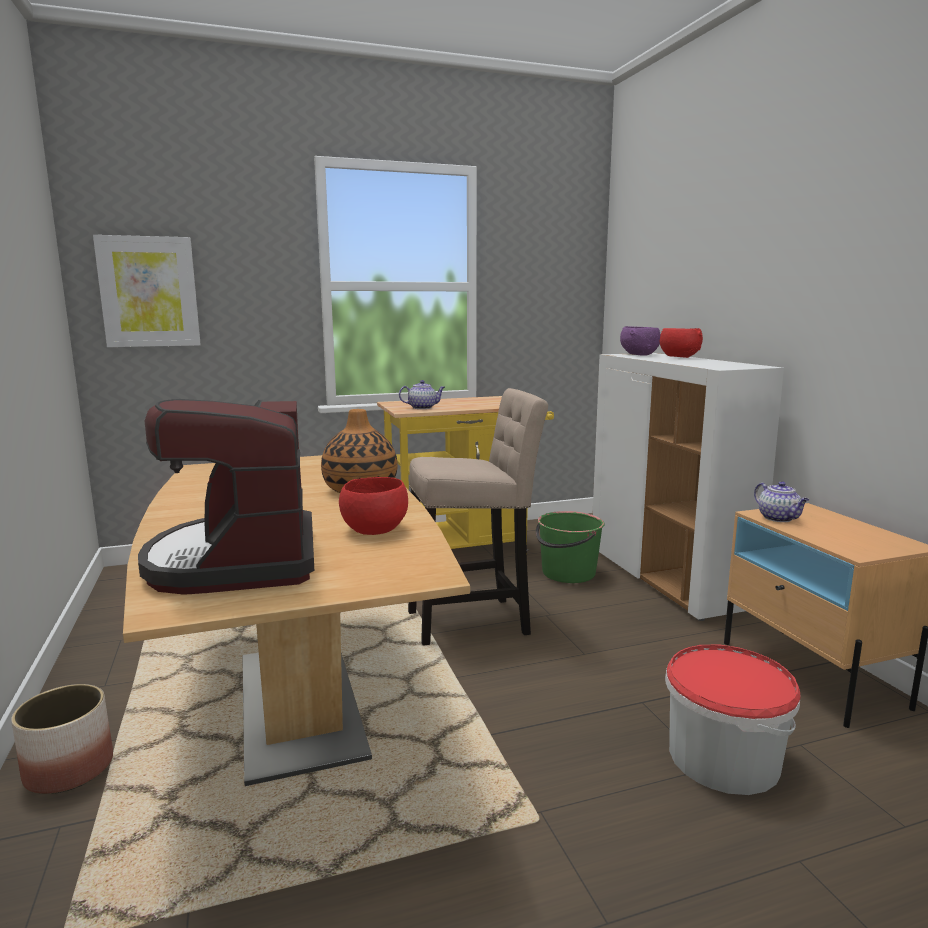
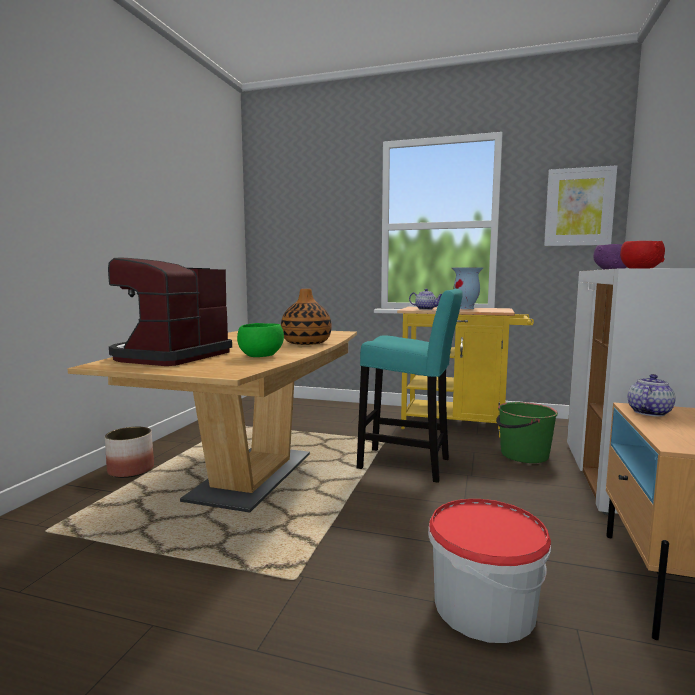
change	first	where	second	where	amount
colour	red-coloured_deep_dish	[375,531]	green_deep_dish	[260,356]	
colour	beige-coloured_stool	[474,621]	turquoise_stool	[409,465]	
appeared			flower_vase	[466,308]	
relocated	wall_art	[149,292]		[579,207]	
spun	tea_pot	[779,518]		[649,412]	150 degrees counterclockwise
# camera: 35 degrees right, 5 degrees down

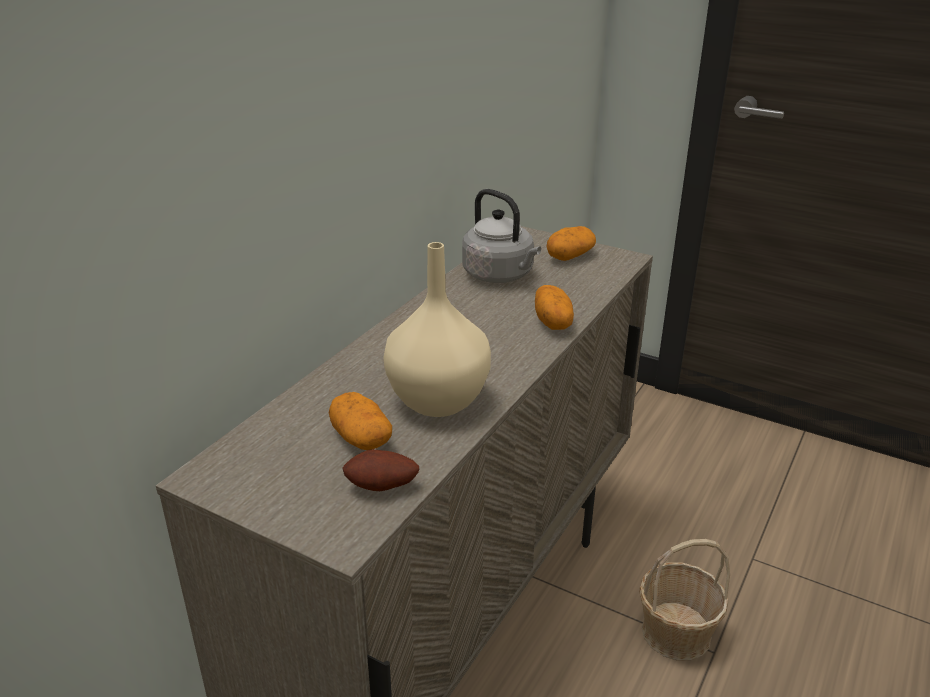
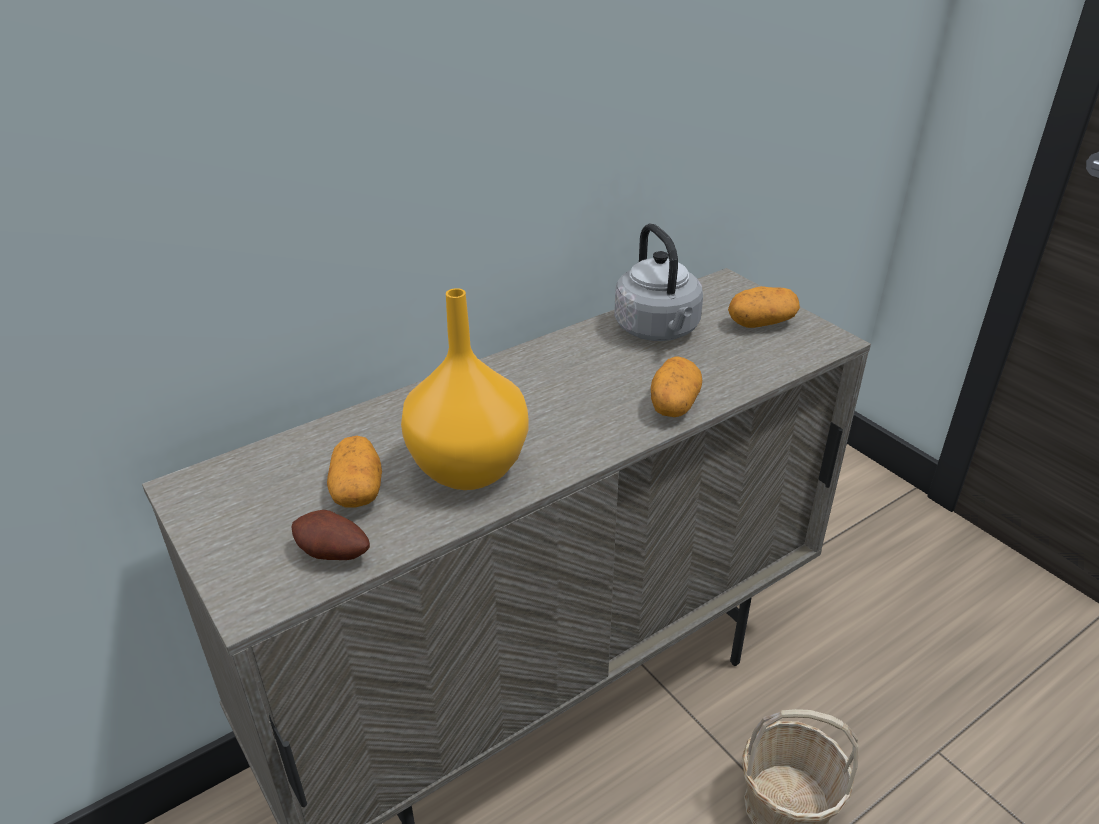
change	first	where	second	where	amount
colour	beige-coloured_flower_vase	[439,402]	orange-coloured_flower_vase	[469,470]	
# camera: 25 degrees right, 5 degrees up

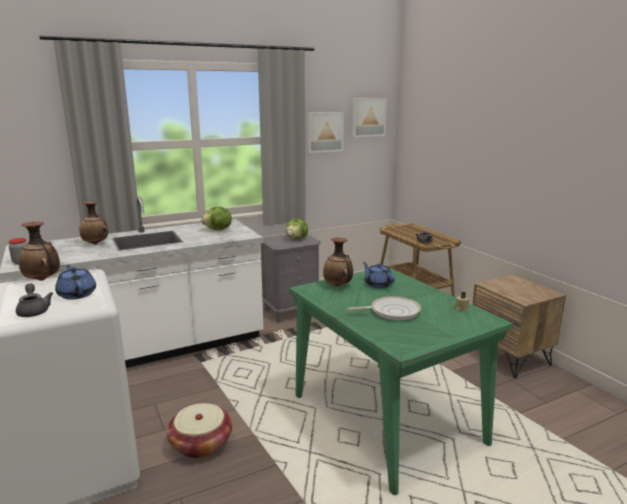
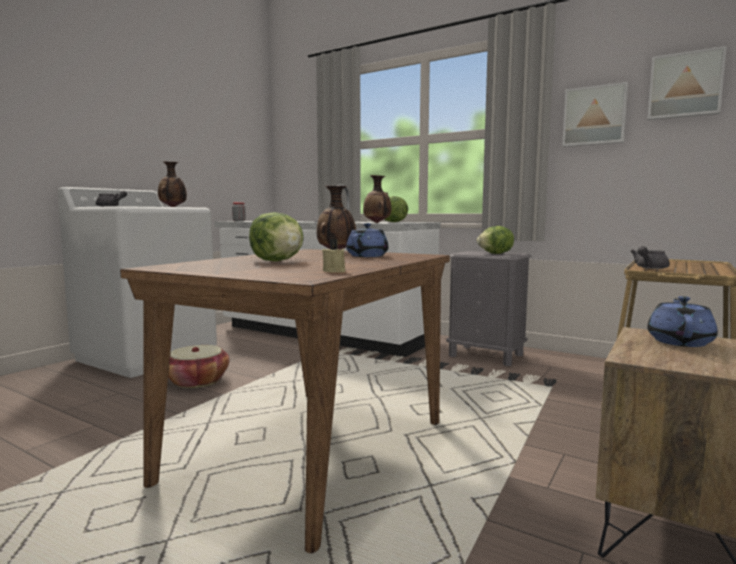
change	first	where	second	where	amount
colour	green_dinner_table	[384,417]	brownish_dinner_table	[312,449]	
exchanged	pan	[392,312]	head_of_lettuce	[278,261]	
relocated	flower_vase	[96,244]		[377,223]	
relocated	blue_tea_pot	[77,294]		[680,342]	
# camera: 60 degrees right, 10 degrees down

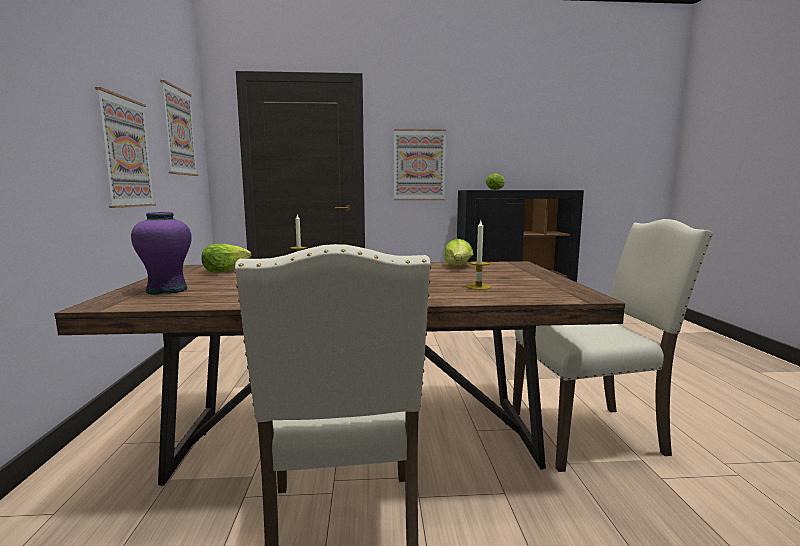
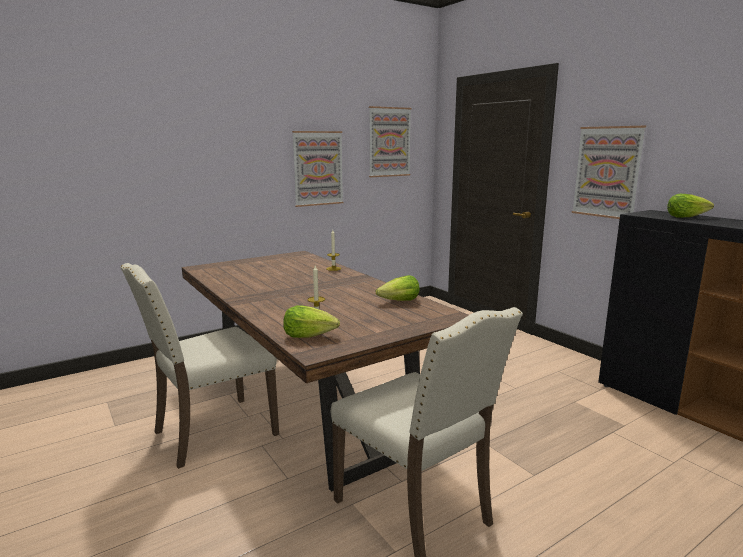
change	first	where	second	where	amount
relocated	head_of_lettuce	[225,270]		[309,335]	
missing	purple_flower_vase	[167,290]			
# camera: 60 degrees right, 5 degrees up

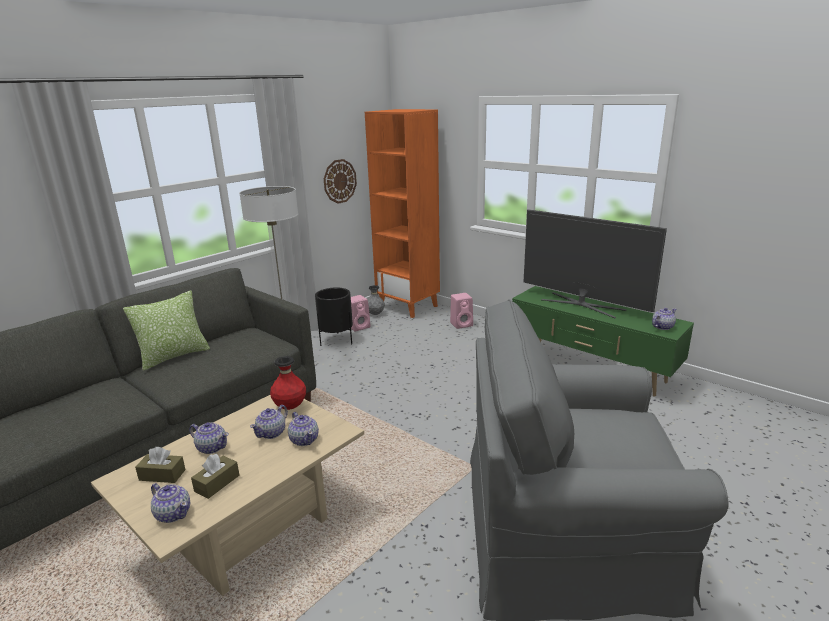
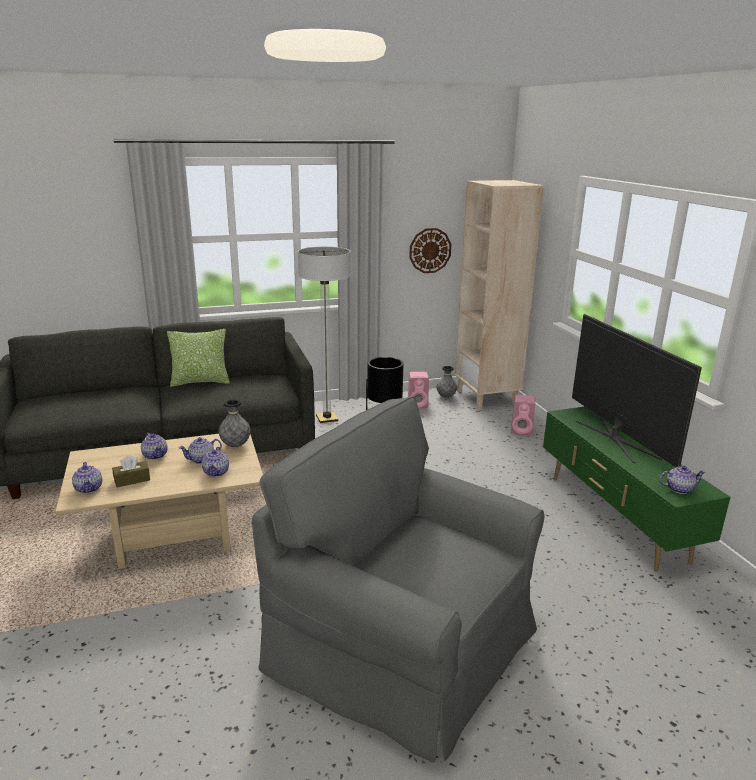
change	first	where	second	where	amount
colour	red-coloured_flower_vase	[290,407]	greyish_flower_vase	[235,445]	
colour	orange-coloured_bookcase	[408,306]	beige-coloured_bookcase	[487,398]	
missing	brownish_tissue_box	[162,475]			
# camera: 30 degrees right, 0 degrees up

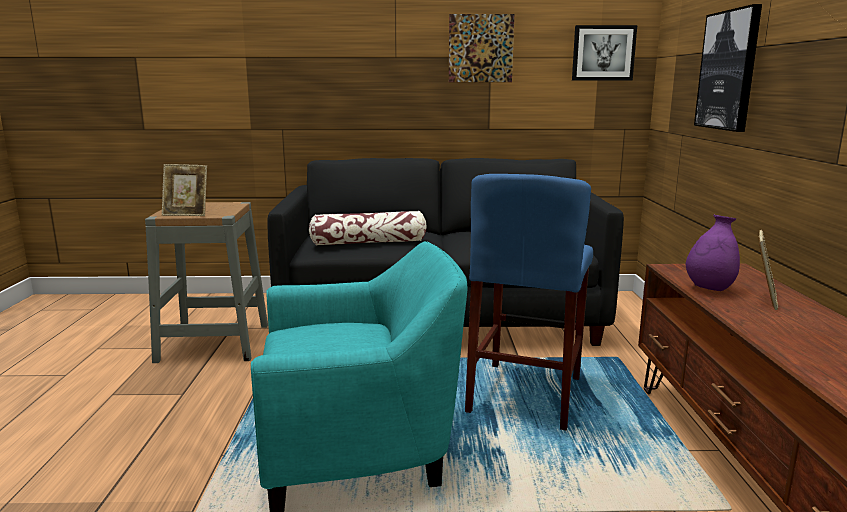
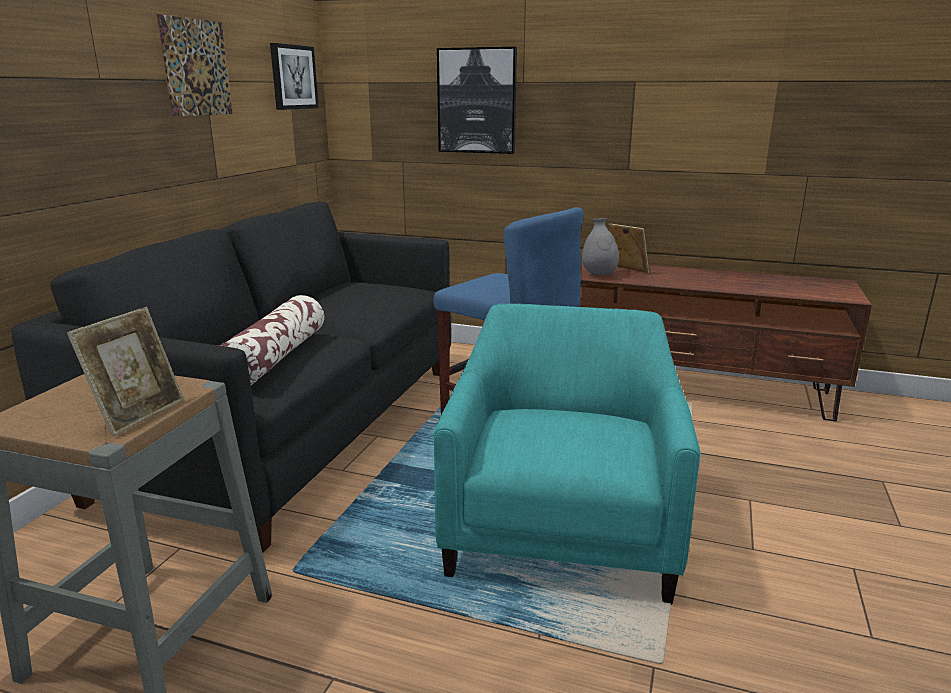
change	first	where	second	where	amount
colour	purple_flower_vase	[709,289]	greyish_flower_vase	[599,275]	
# camera: 70 degrees left, 5 degrees up

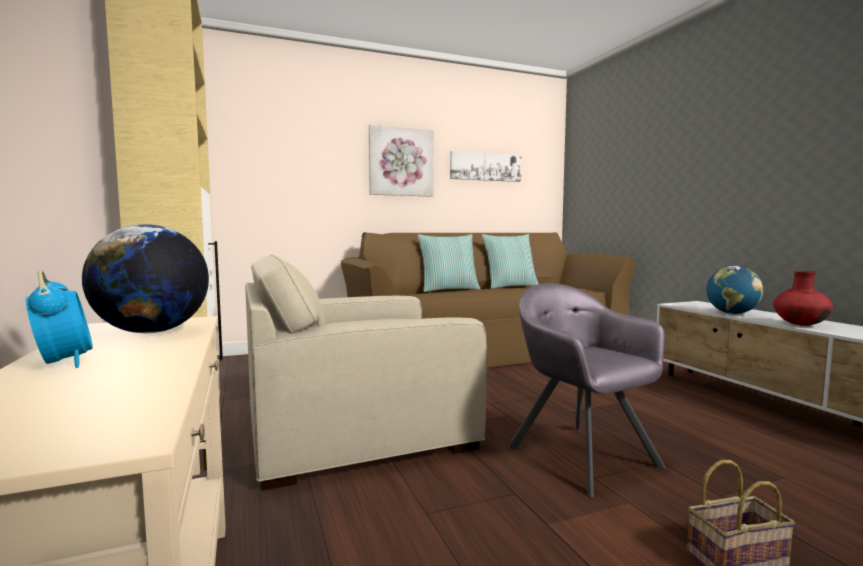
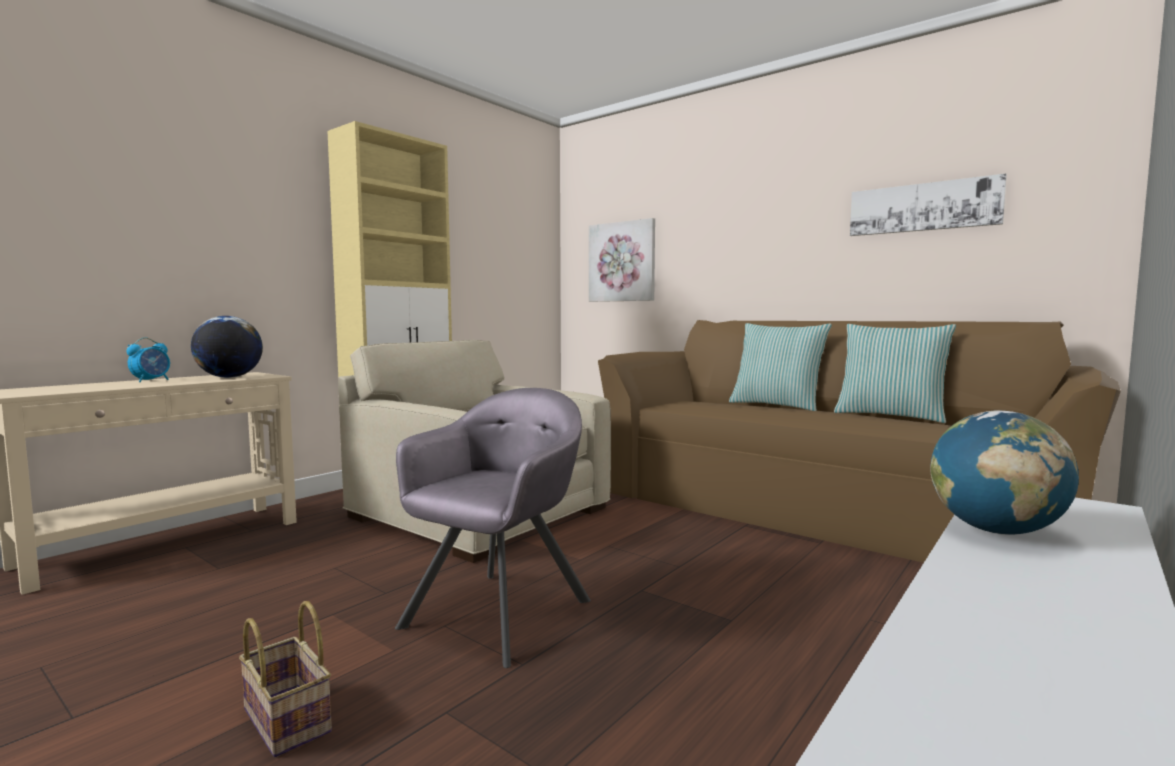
change	first	where	second	where	amount
relocated	wall_art	[401,162]		[622,262]	
missing	red-coloured_flower_vase	[800,325]			
# camera: 60 degrees right, 0 degrees up

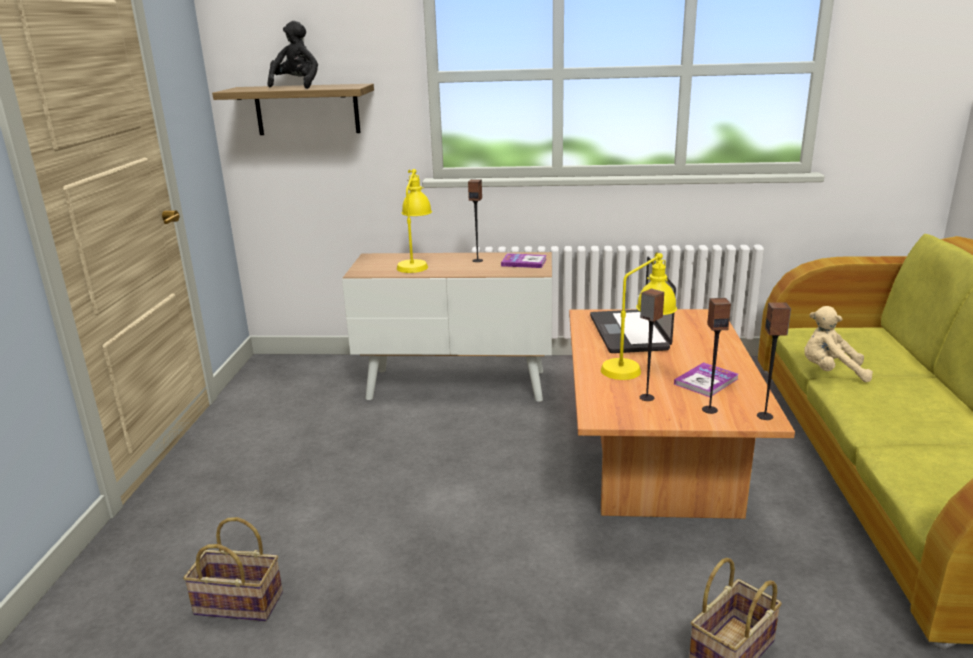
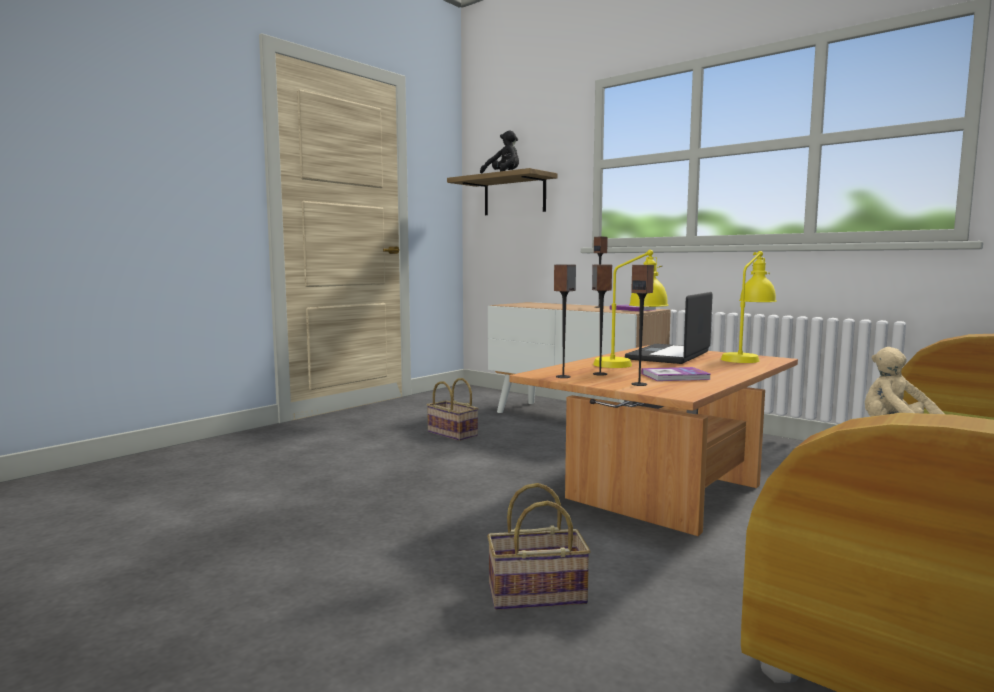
change	first	where	second	where	amount
relocated	basket	[236,604]		[450,434]	
relocated	audio_speaker	[765,416]		[563,377]	
relocated	yellow_lamp_for_a_table	[415,263]		[746,358]	
# camera: 35 degrees right, 15 degrees down

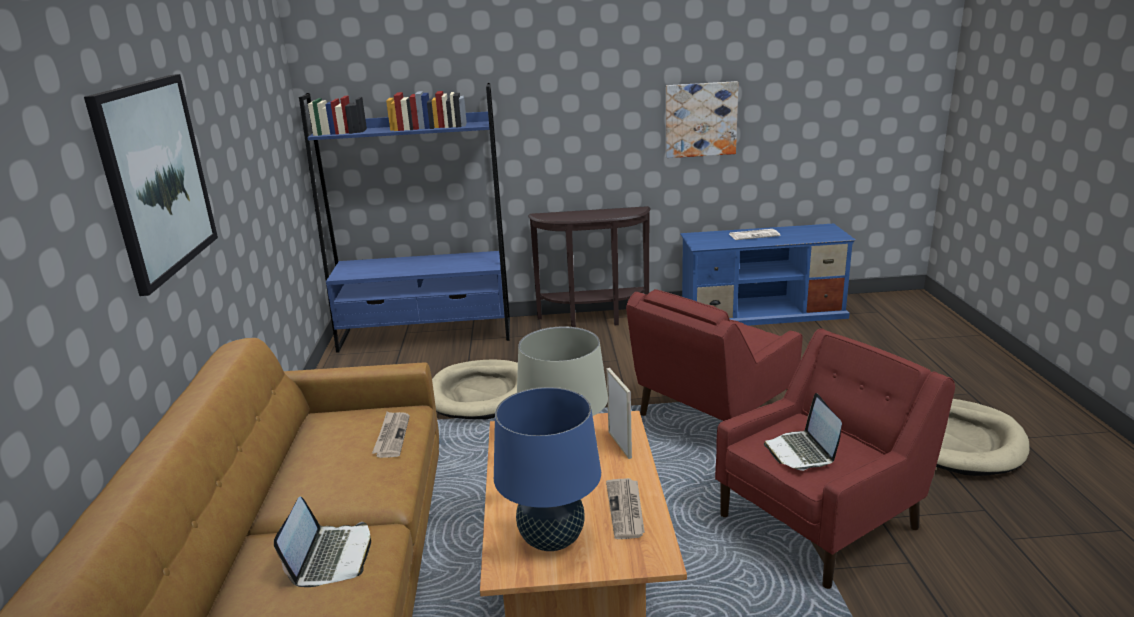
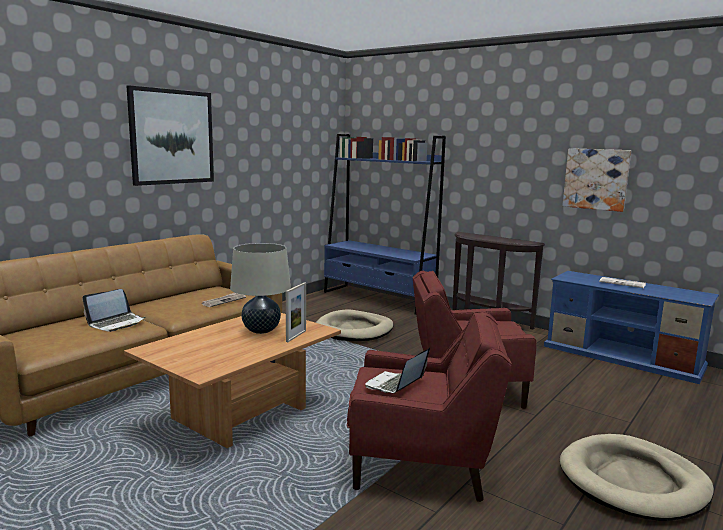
change	first	where	second	where	amount
missing	blue_lamp_for_a_table	[551,539]			
missing	daily_paper	[626,510]			
# camera: 40 degrees right, 10 degrees down

